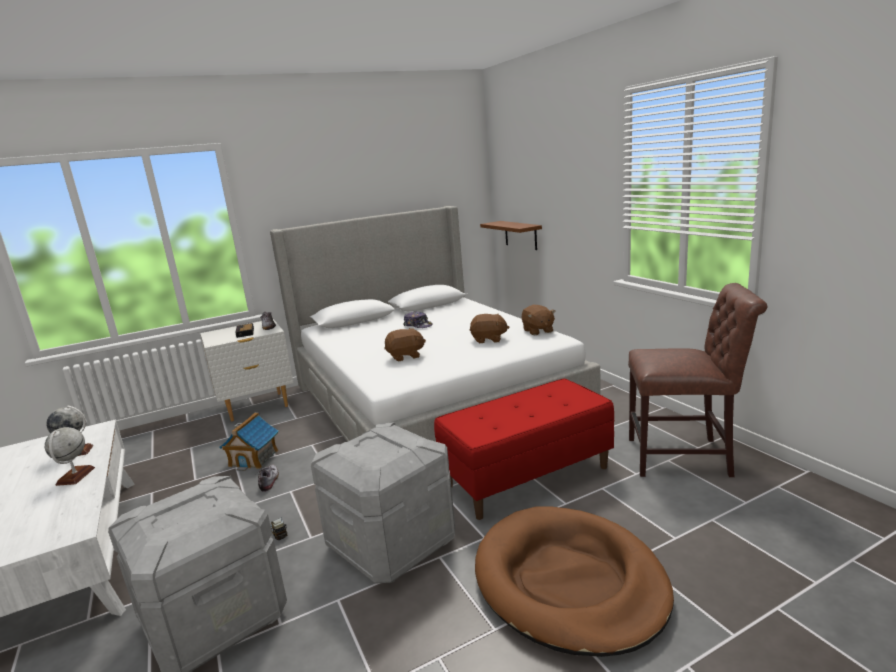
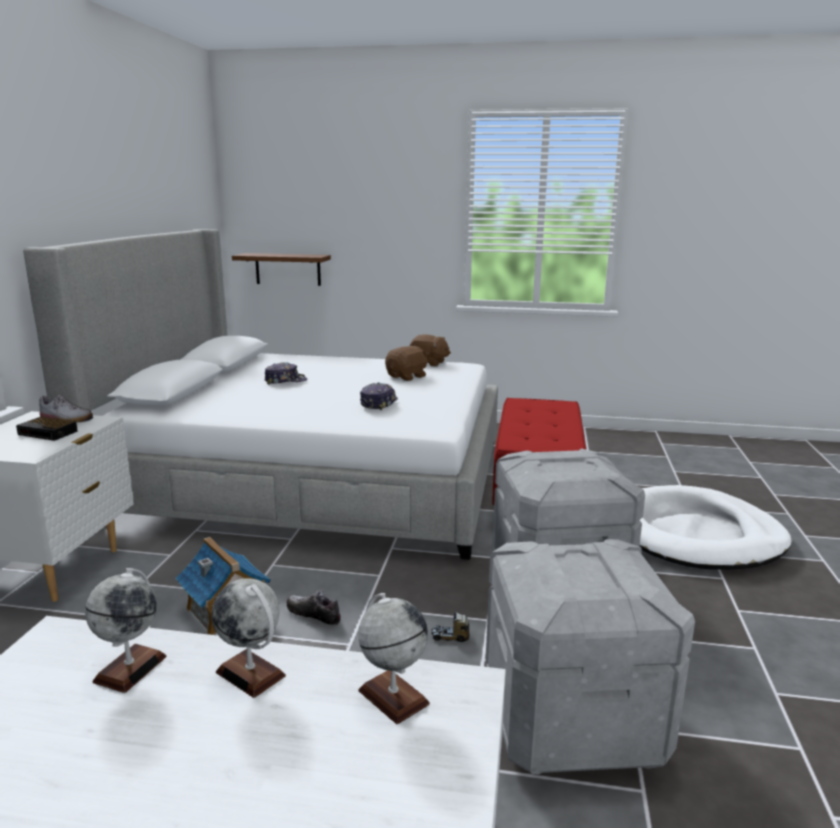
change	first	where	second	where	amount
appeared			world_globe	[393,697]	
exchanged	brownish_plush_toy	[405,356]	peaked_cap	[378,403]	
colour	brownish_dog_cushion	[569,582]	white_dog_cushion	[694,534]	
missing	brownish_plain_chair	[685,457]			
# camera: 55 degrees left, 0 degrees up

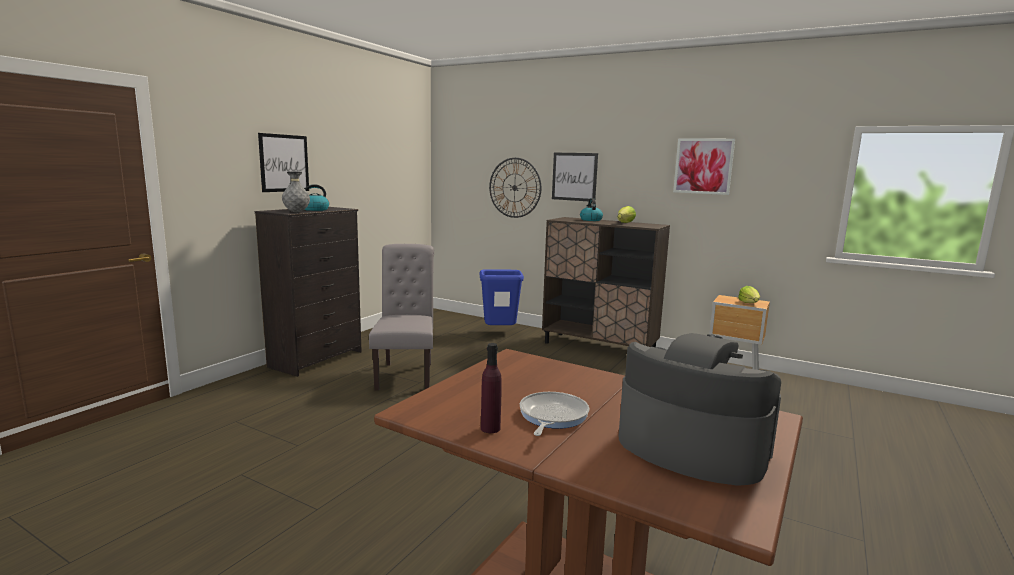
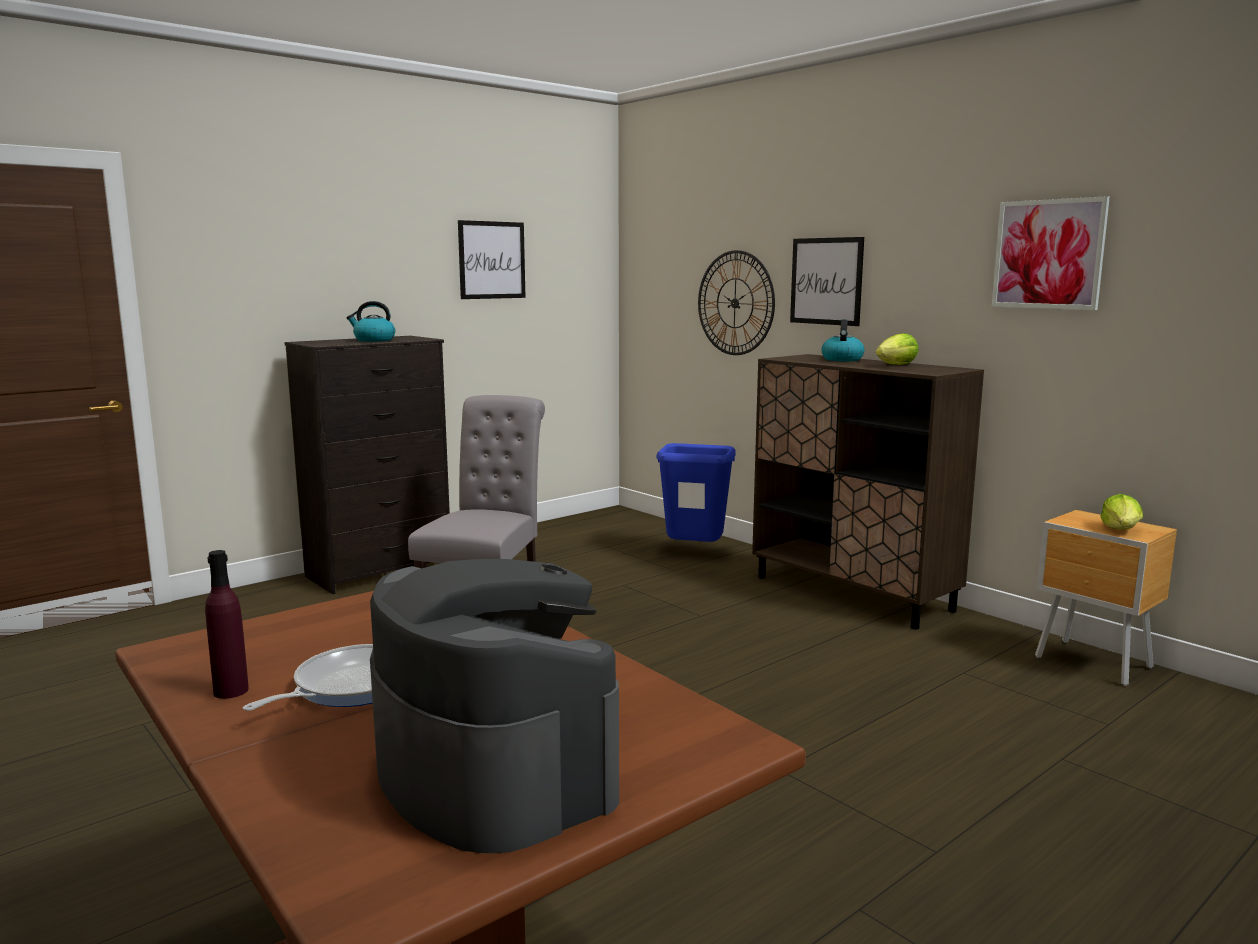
change	first	where	second	where	amount
relocated	wall_art	[284,163]		[492,260]	
missing	greyish_flower_vase	[296,212]			
# camera: 20 degrees right, 0 degrees up

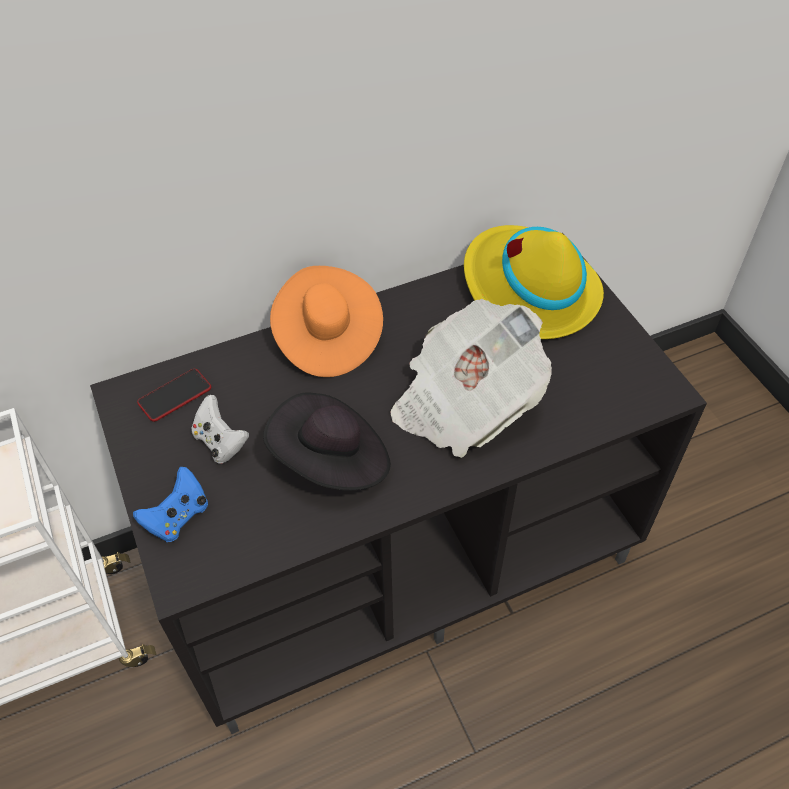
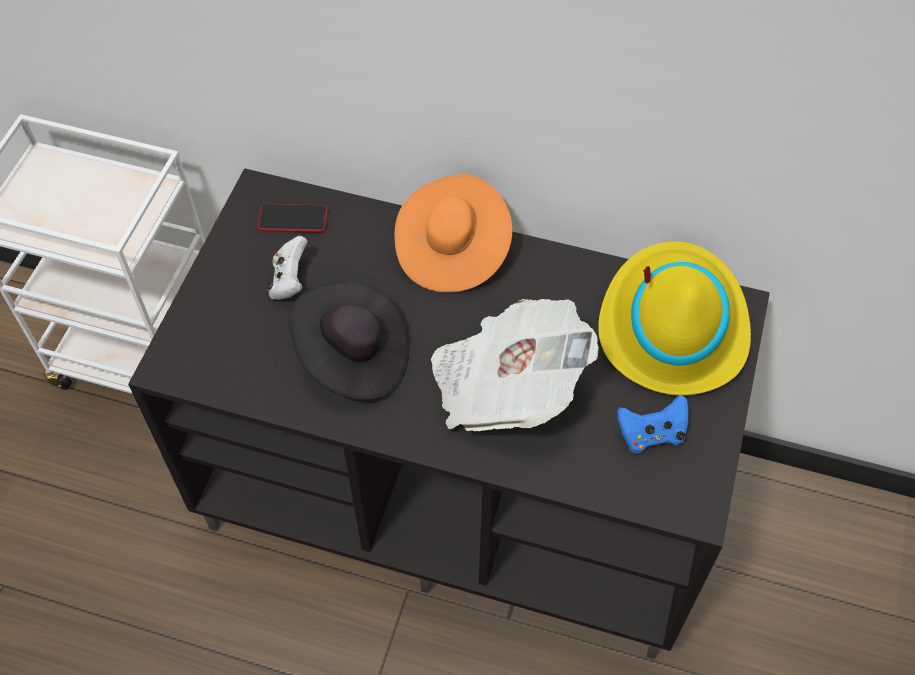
change	first	where	second	where	amount
relocated	blue_gamepad	[178,517]		[651,434]	
# camera: 40 degrees right, 5 degrees up

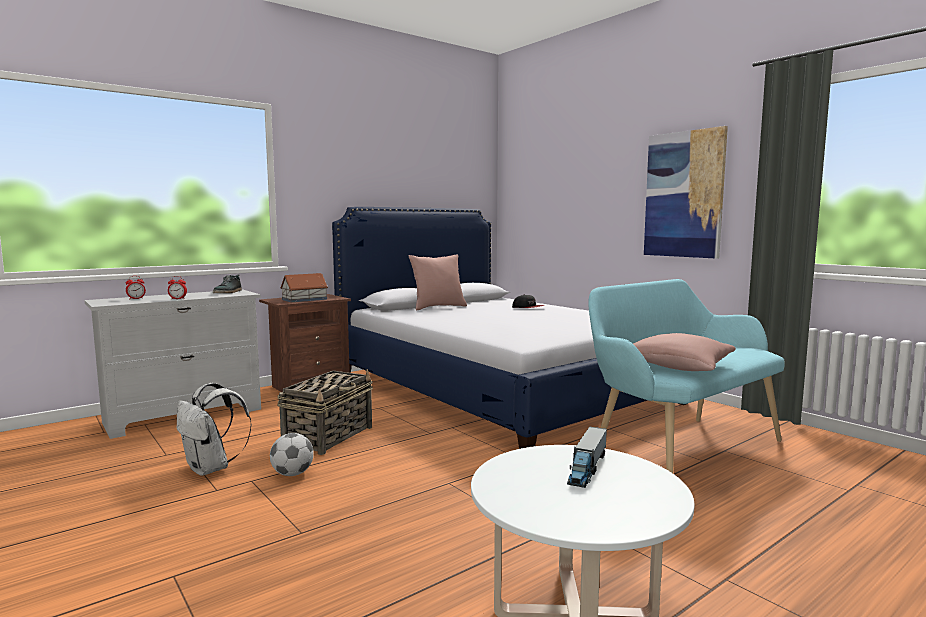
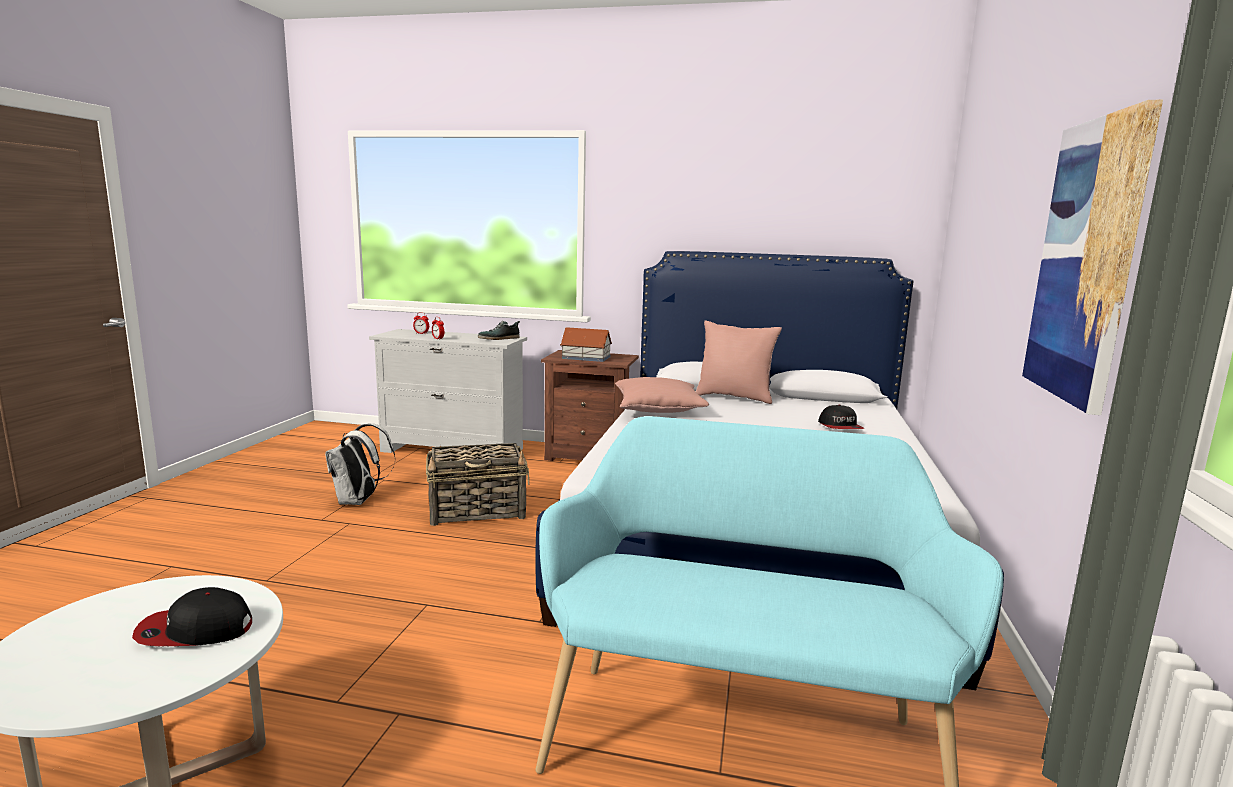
change	first	where	second	where	amount
exchanged	model_truck	[587,468]	peaked_cap	[194,630]	
relocated	pink-coloured_throw_pillow	[677,367]		[658,409]	
missing	ball_for_football	[292,474]			
# camera: 50 degrees right, 5 degrees up

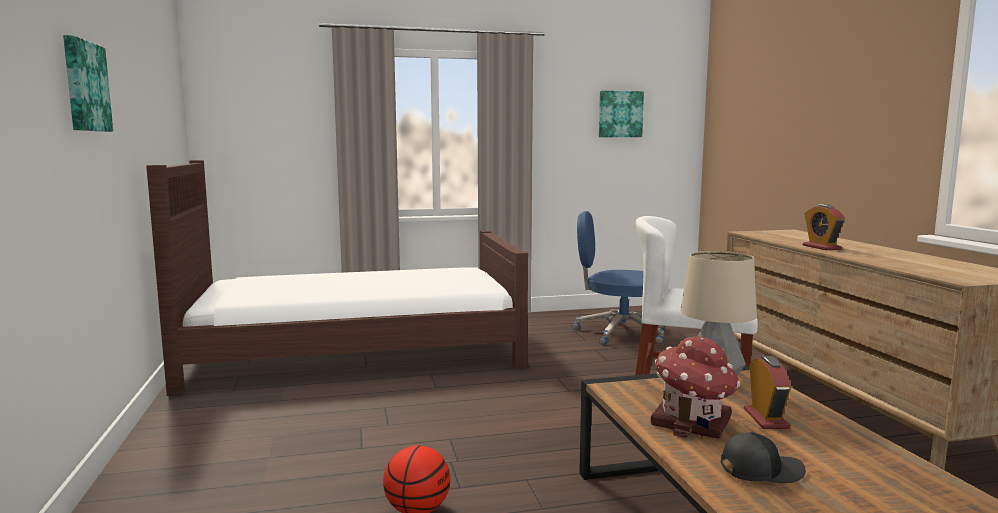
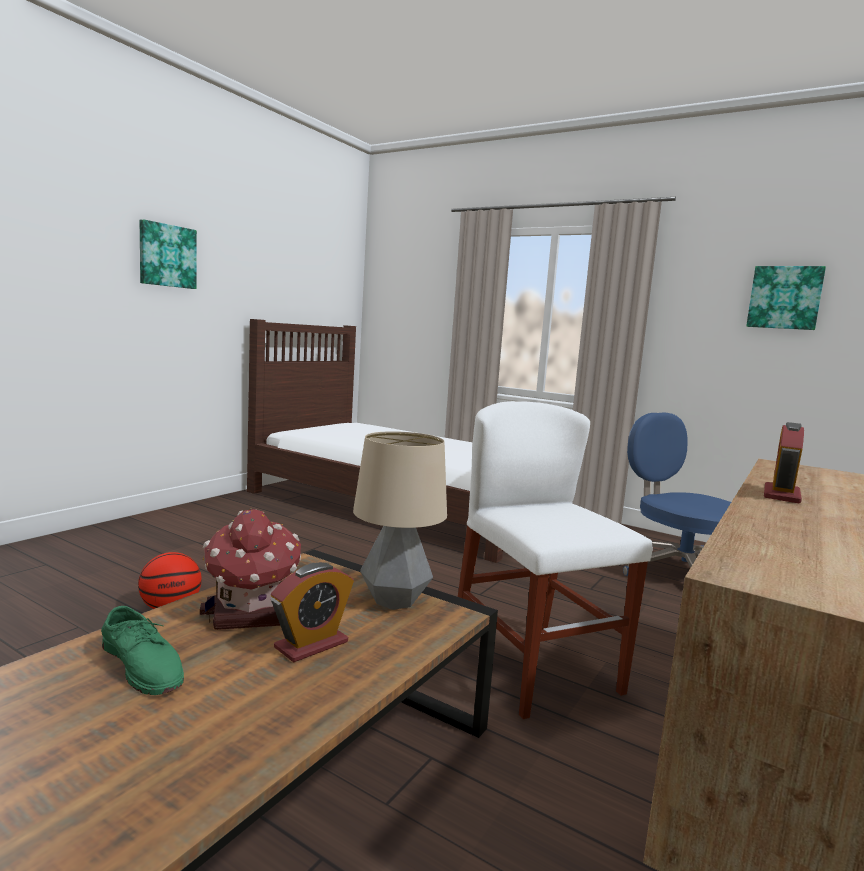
change	first	where	second	where	amount
exchanged	black_peaked_cap	[760,470]	green_item_of_footwear	[143,664]	
# camera: 45 degrees right, 0 degrees up

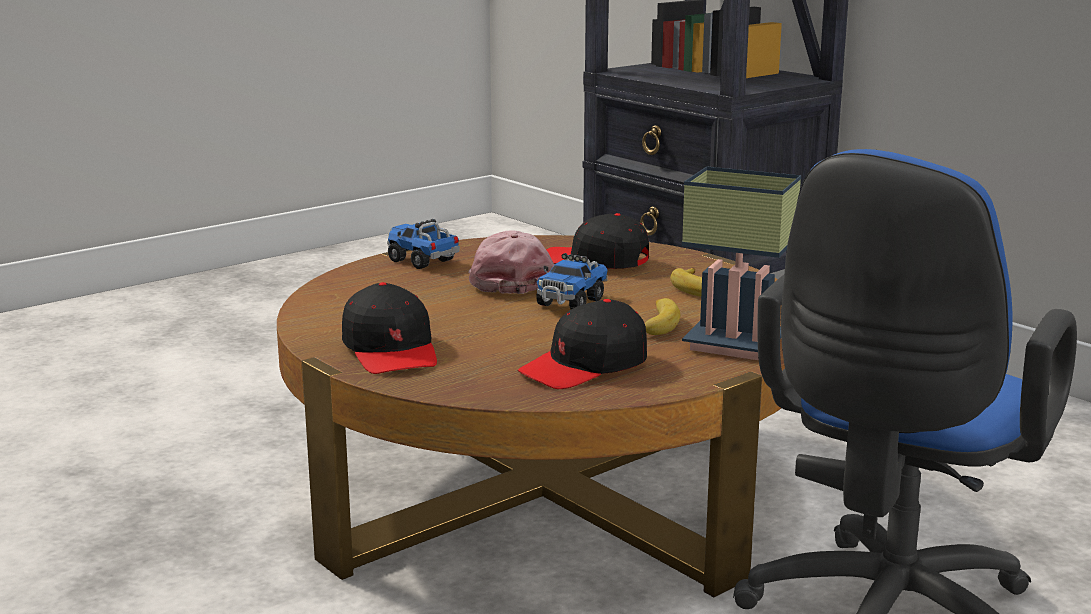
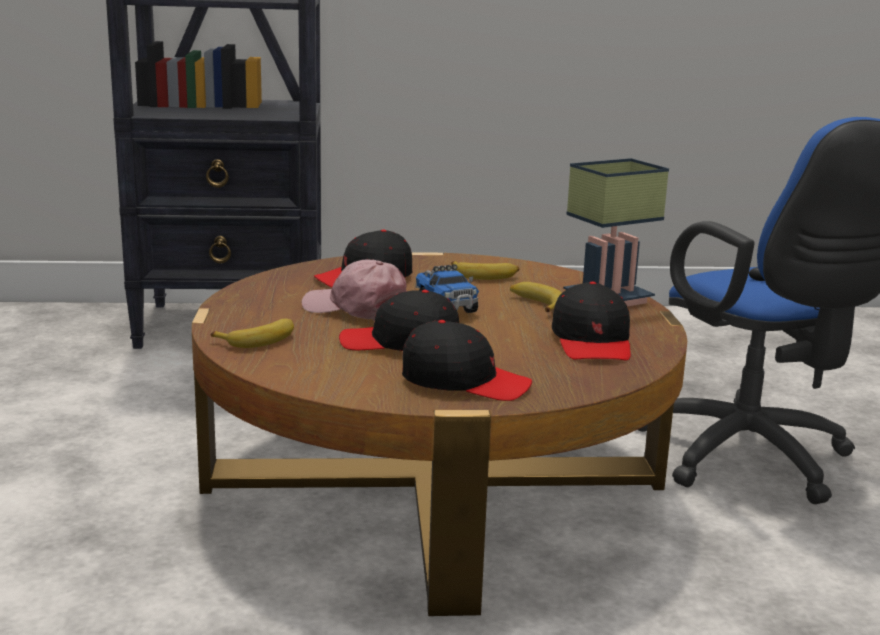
change	first	where	second	where	amount
appeared			banana_fruit	[259,339]	
appeared			black_peaked_cap	[400,343]	
missing	model_truck	[422,261]			
# camera: 55 degrees left, 0 degrees up

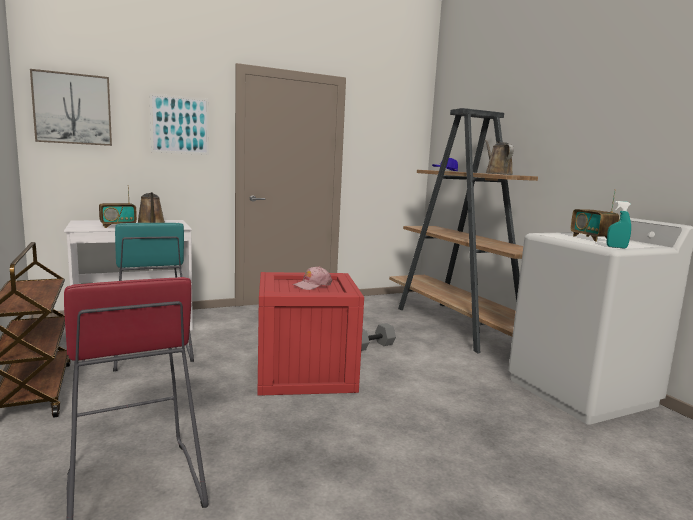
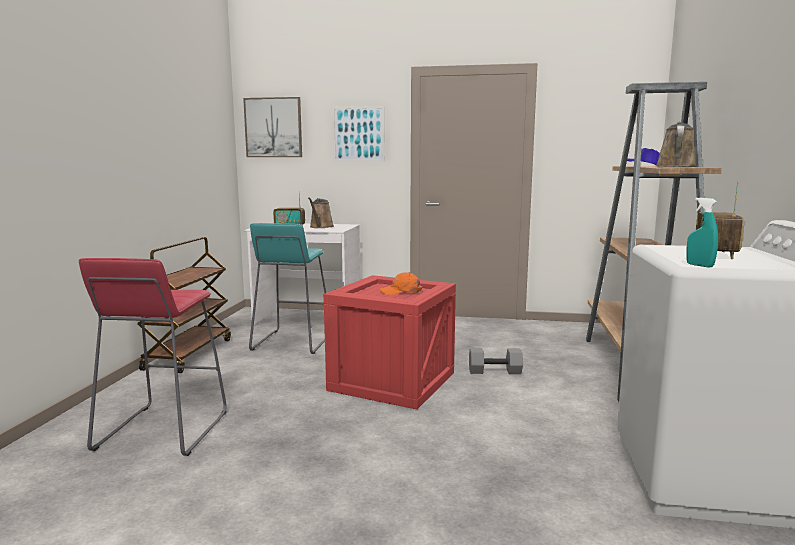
change	first	where	second	where	amount
colour	pink-coloured_peaked_cap	[312,285]	orange-coloured_peaked_cap	[401,291]	
# camera: 35 degrees right, 0 degrees up

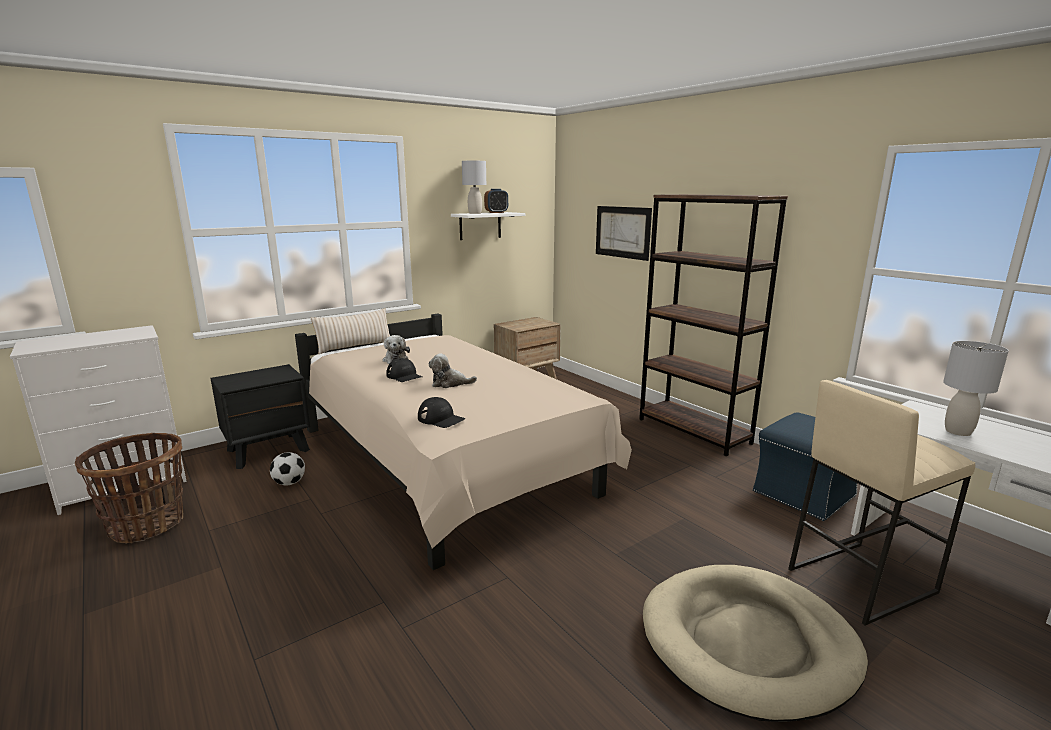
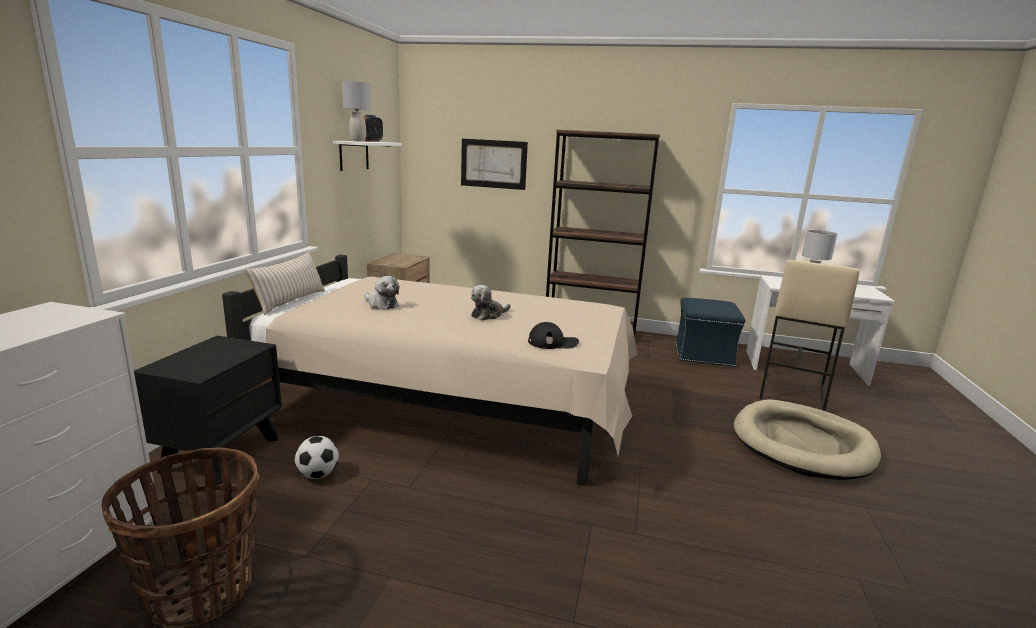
change	first	where	second	where	amount
missing	black_peaked_cap	[404,376]			
# camera: 40 degrees left, 0 degrees up

